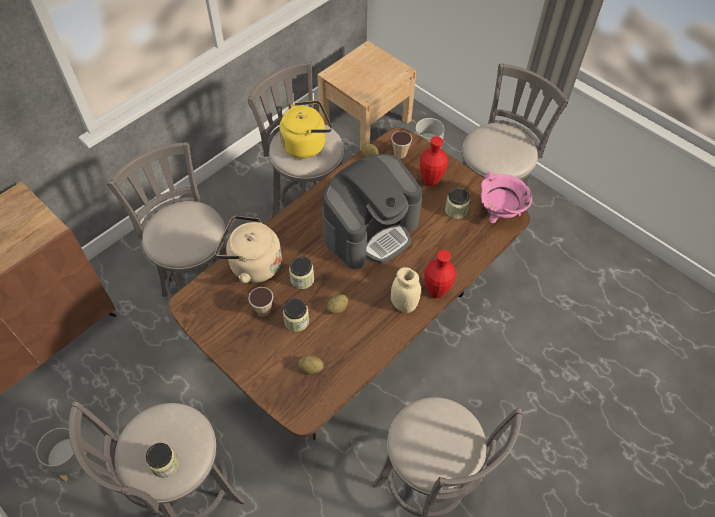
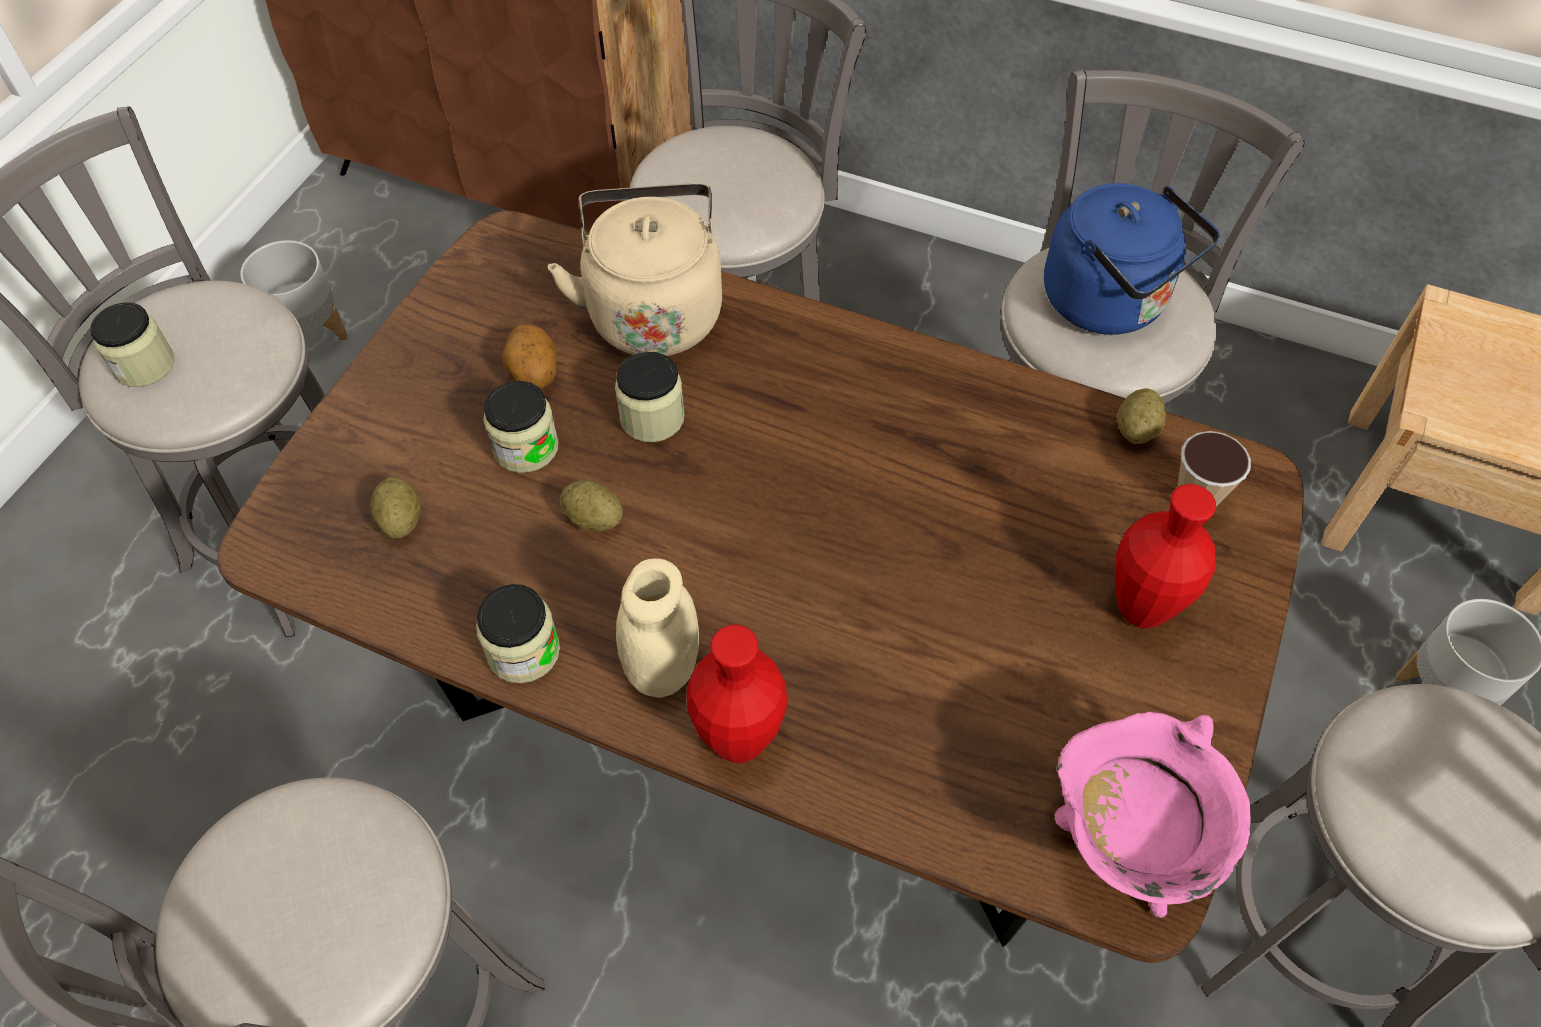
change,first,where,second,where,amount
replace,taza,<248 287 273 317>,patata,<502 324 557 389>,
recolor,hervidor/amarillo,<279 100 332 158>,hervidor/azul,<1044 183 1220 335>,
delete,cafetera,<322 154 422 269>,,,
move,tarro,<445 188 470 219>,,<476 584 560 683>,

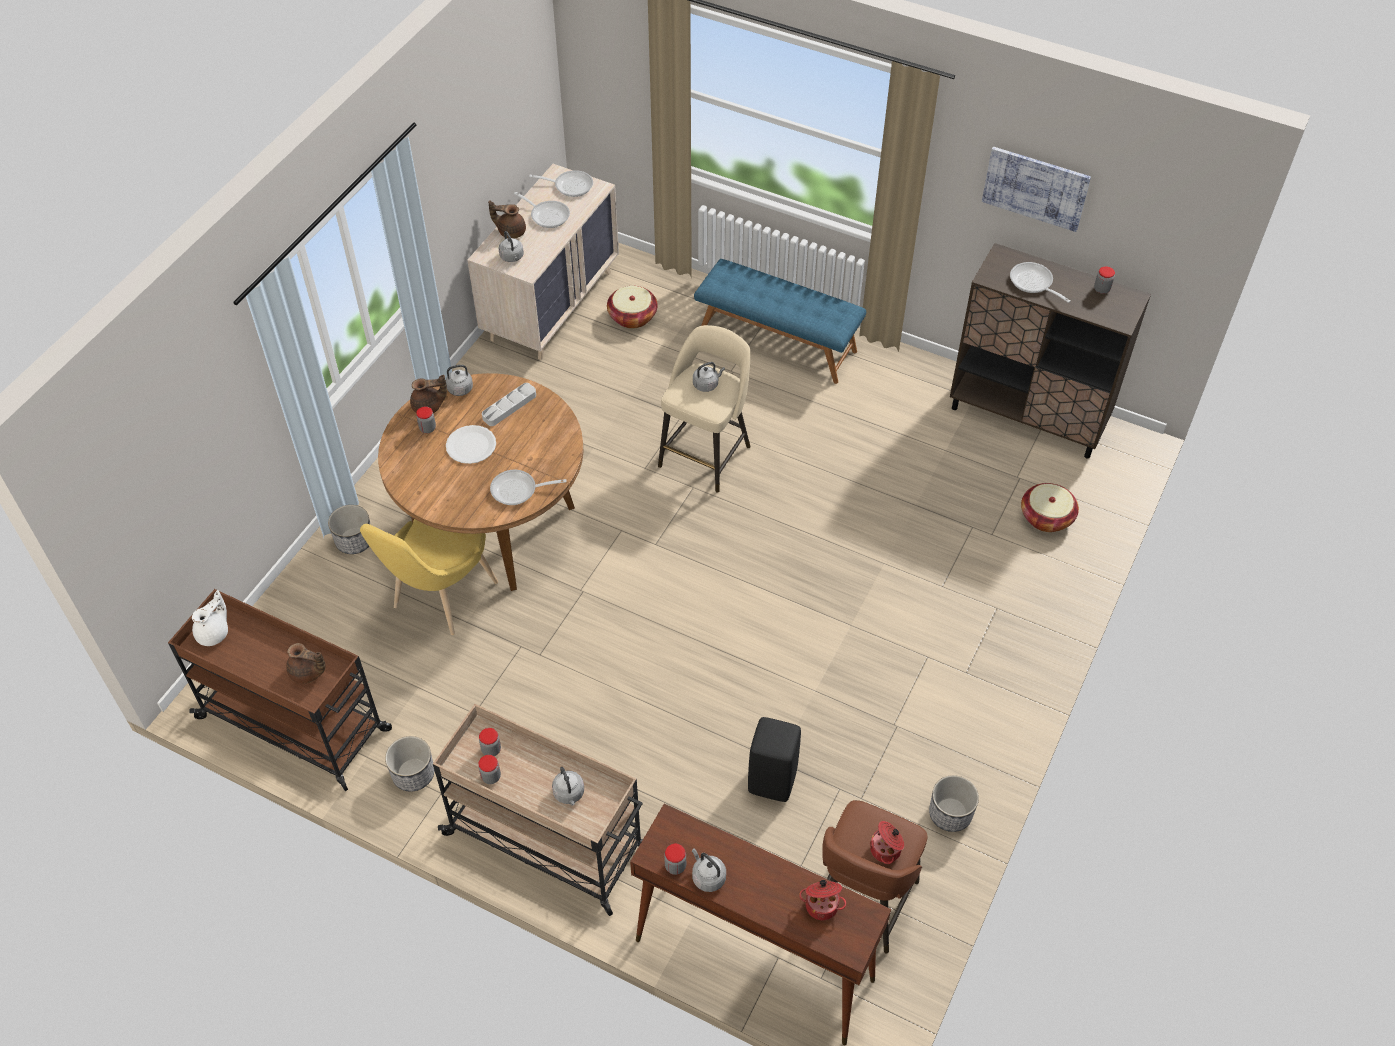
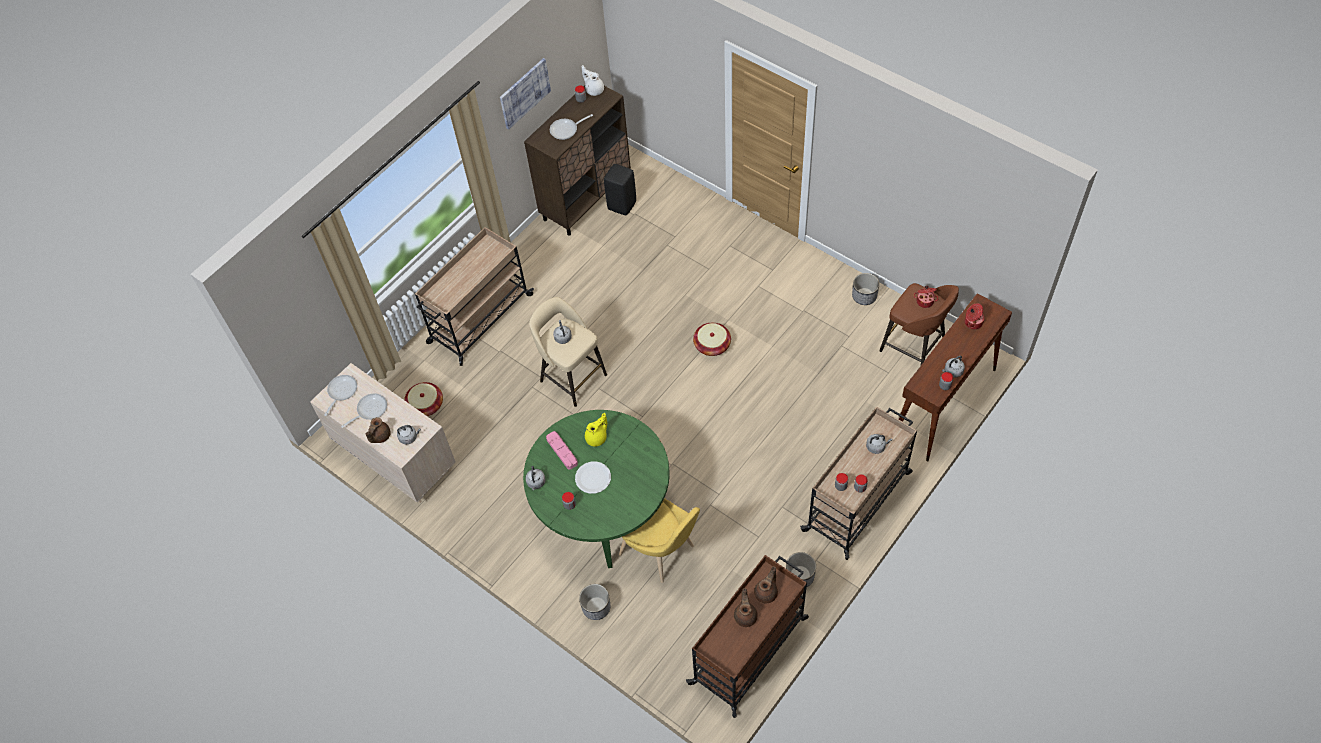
change,first,where,second,where,amount
move,tetera/blanco,<192 590 228 646>,,<582 65 604 96>,
recolor,mesa de comedor/marrón,<378 373 583 591>,mesa de comedor/verde,<523 410 670 568>,
move,tetera/marrón,<410 375 447 413>,,<734 588 757 627>,
recolor,bandeja/gris,<482 383 536 426>,bandeja/rosa,<546 431 578 470>,
delete,sartén,<490 470 566 505>,,,
replace,banco/azul,<694 259 866 384>,carrito/beis,<415 227 534 366>,
move,taburete/negro,<748 717 801 802>,,<604 164 636 215>,
move,cesta,<1021 483 1079 532>,,<693 323 731 356>,
insert,,,tetera/amarillo,<585 413 607 447>,

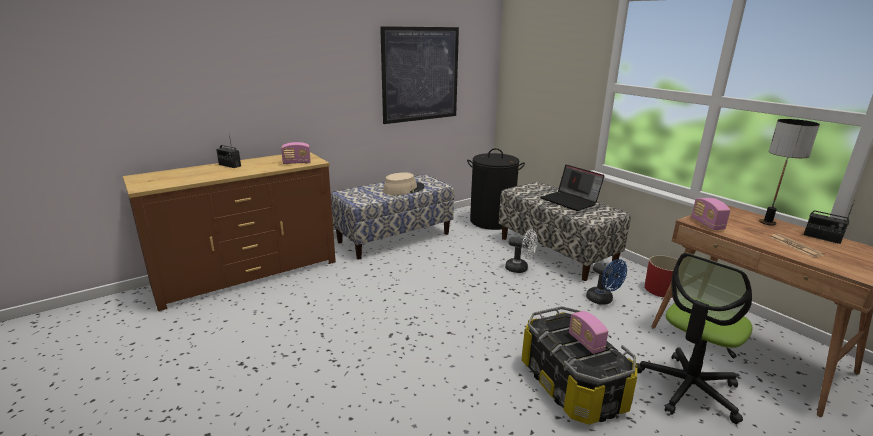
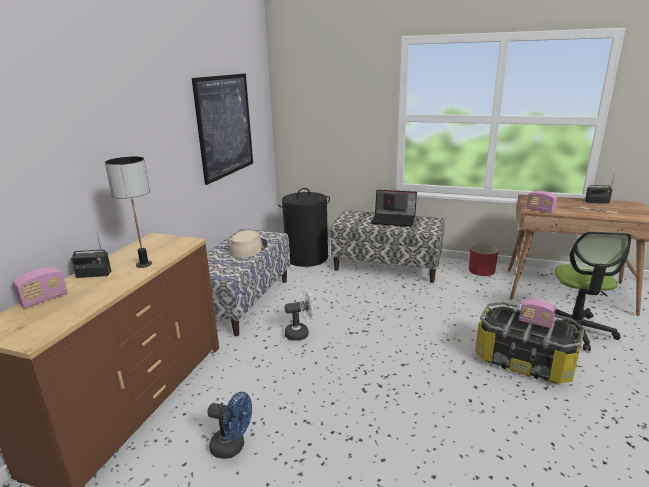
change,first,where,second,where,amount
move,radio,<281 142 311 164>,,<12 267 68 308>,
move,ventilador/blanco,<505 230 537 273>,,<285 290 315 341>,
move,ventilador/azul,<586 259 627 305>,,<207 392 252 459>,
move,lámpara de mesa,<759 119 820 226>,,<105 157 152 268>,

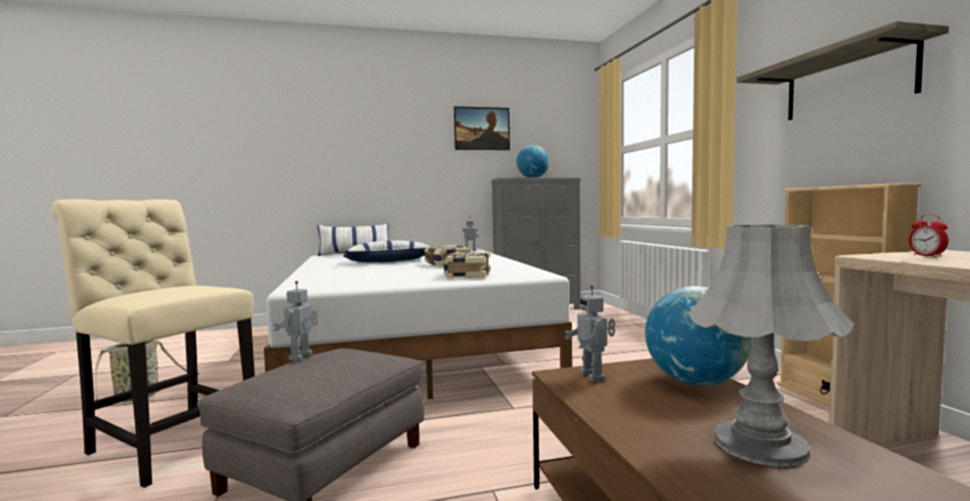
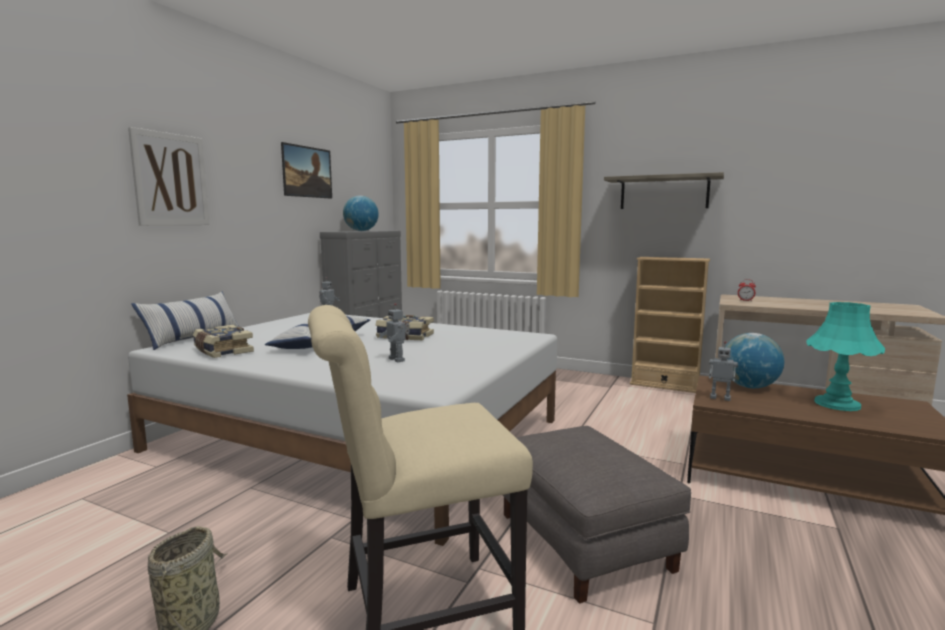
change,first,where,second,where,amount
move,robot de juguete,<273 281 318 361>,,<379 303 410 362>,
move,libro,<443 252 491 278>,,<193 325 254 358>,
recolor,lámpara de mesa/gris,<688 224 854 467>,lámpara de mesa/turquesa,<807 302 885 411>,
insert,,,cuadro,<128 127 210 225>,

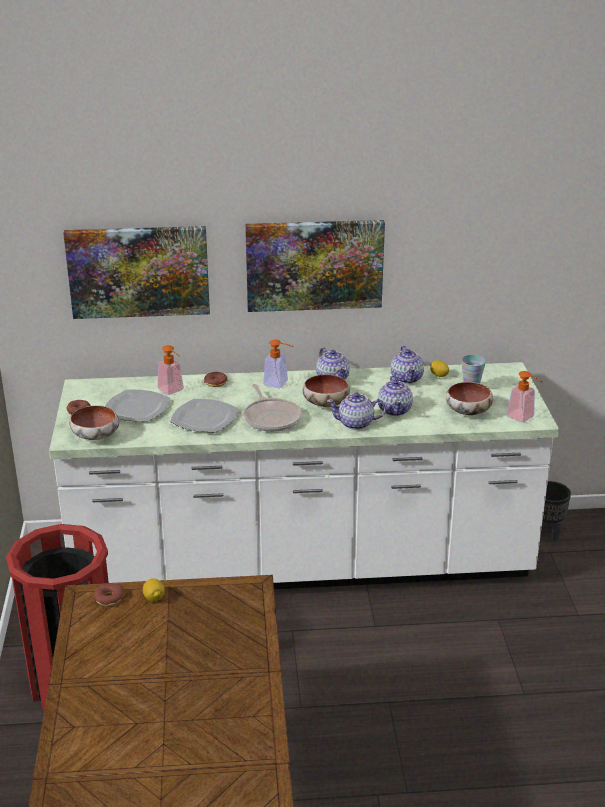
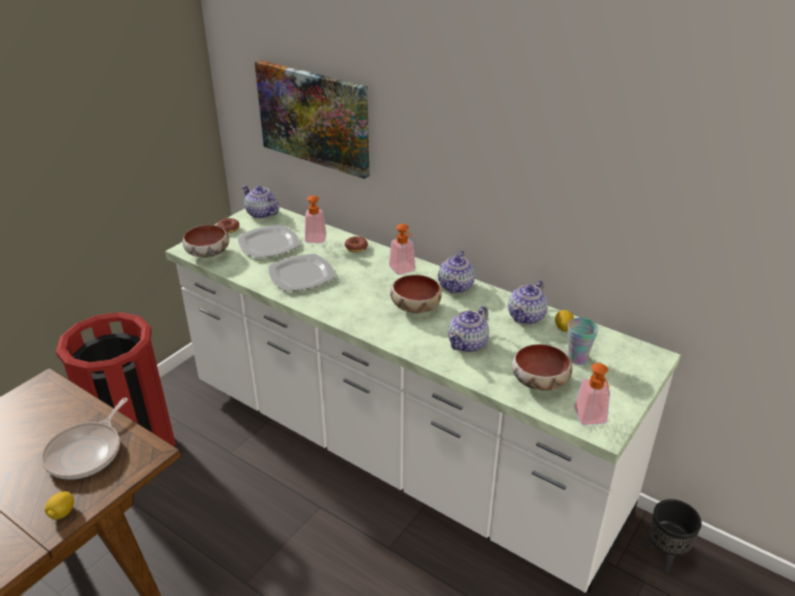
change,first,where,second,where,amount
delete,rosquilla,<94 583 124 606>,,,
move,limón,<143 578 165 601>,,<45 491 74 520>,
move,sartén,<244 384 302 432>,,<41 398 128 480>,
delete,cuadro,<245 220 385 312>,,,
move,tetera,<327 393 386 430>,,<242 185 279 219>,

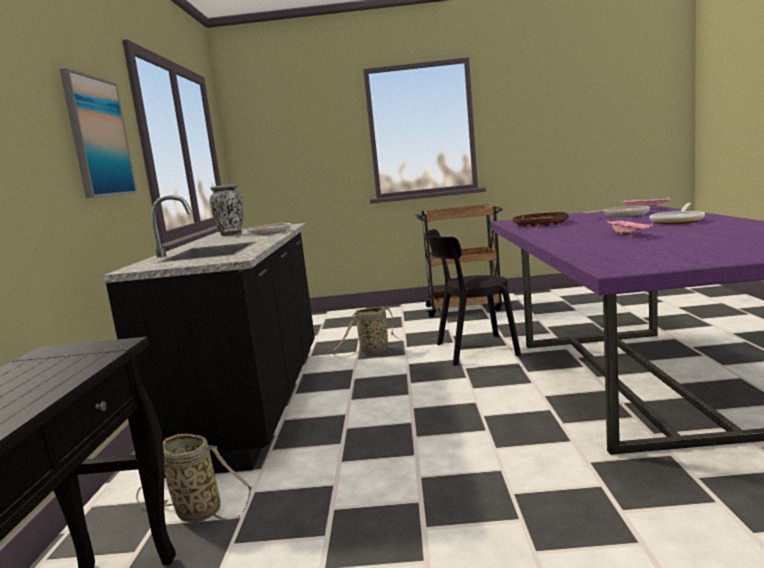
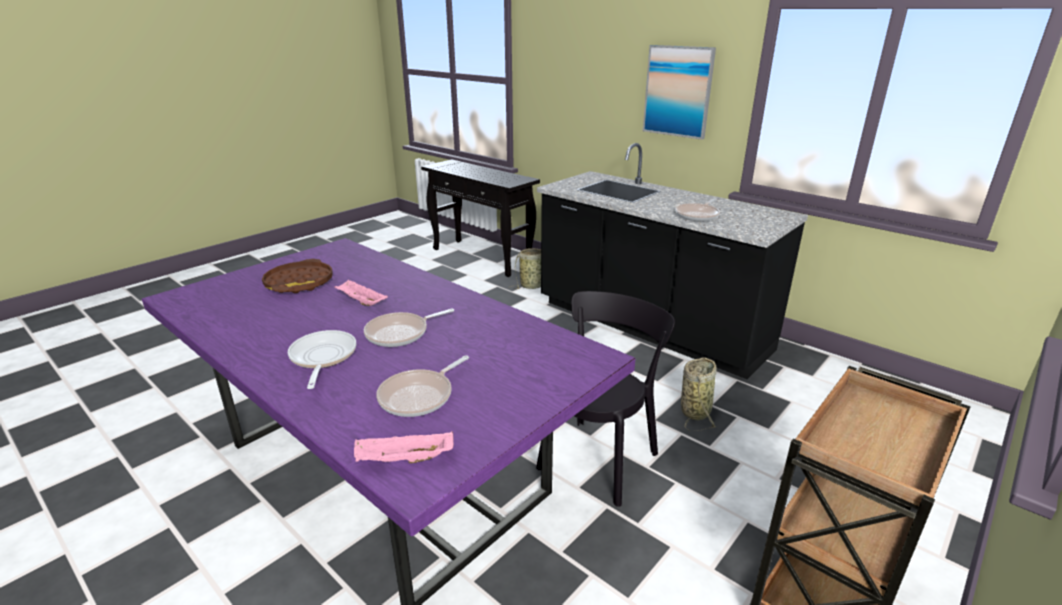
change,first,where,second,where,amount
delete,florero,<209 184 243 236>,,,
move,bandeja/marrón,<513 212 569 227>,,<262 259 333 293>,
insert,,,sartén,<364 309 454 347>,

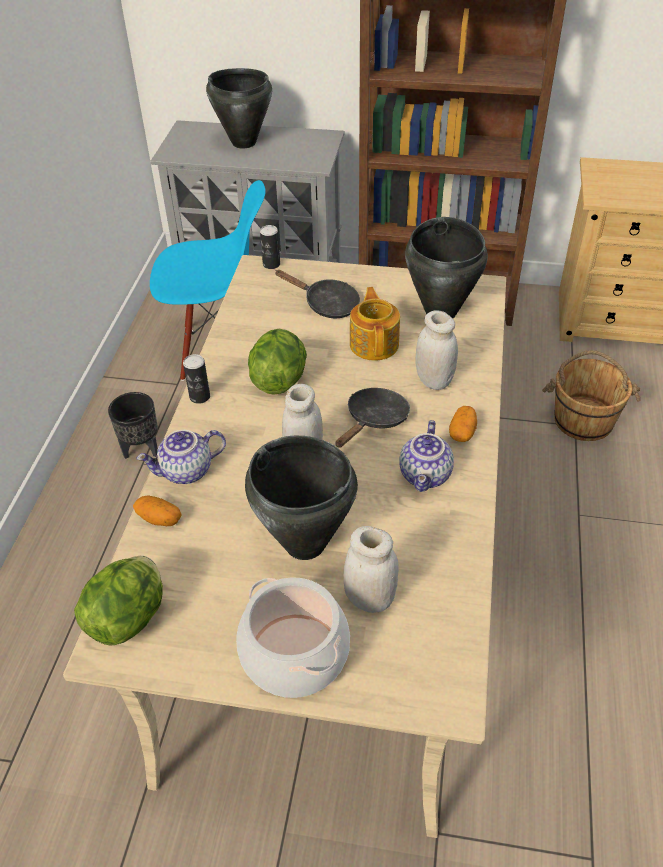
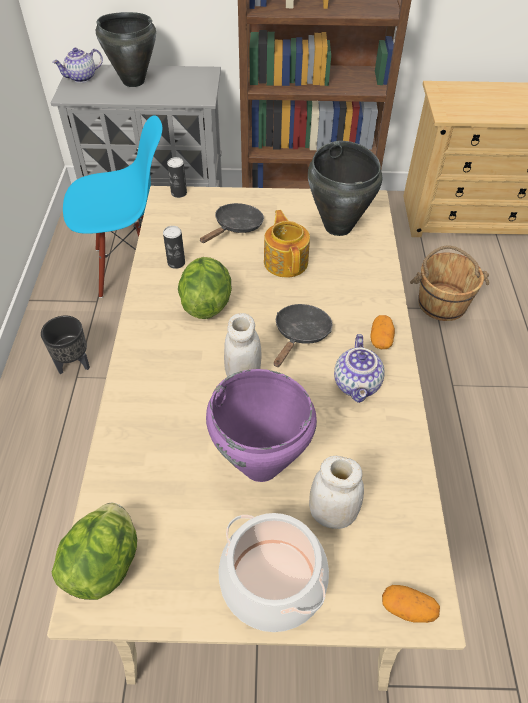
change,first,where,second,where,amount
move,patata,<133 495 182 526>,,<382 585 440 623>,
move,tetera,<137 430 226 484>,,<52 48 103 83>,
move,lata,<183 354 210 404>,,<163 226 185 269>,
recolor,olla/negro,<245 436 358 560>,olla/morado,<206 369 317 482>,
rotate,sartén/negro,<275 270 360 318>,,<200 203 264 243>,75 degrees counterclockwise
delete,tarro/blanco,<416 310 458 390>,,,

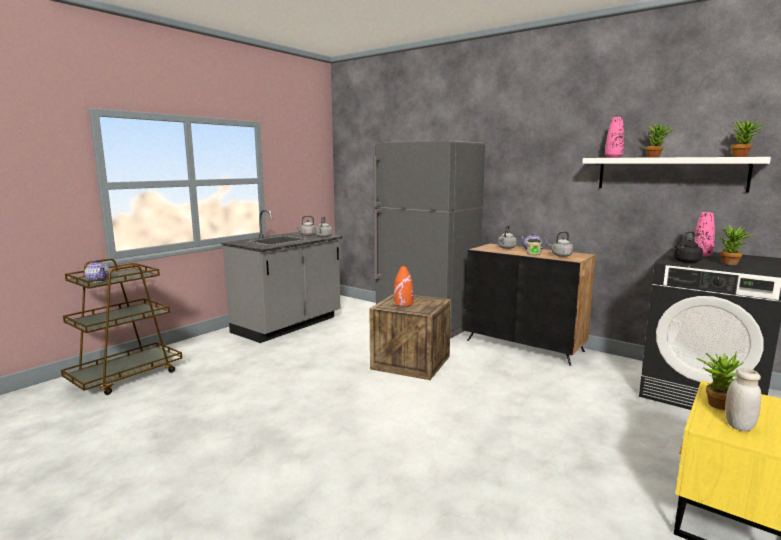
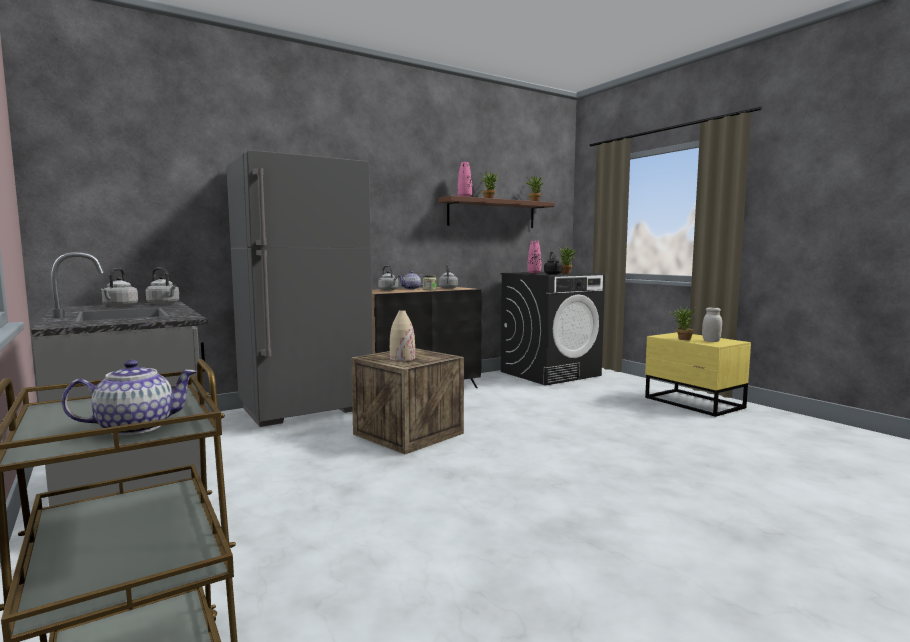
change,first,where,second,where,amount
recolor,florero/naranja,<394 266 413 306>,florero/beis,<390 310 415 361>,
recolor,estante/blanco,<582 157 771 193>,estante/marrón,<438 196 554 228>,

